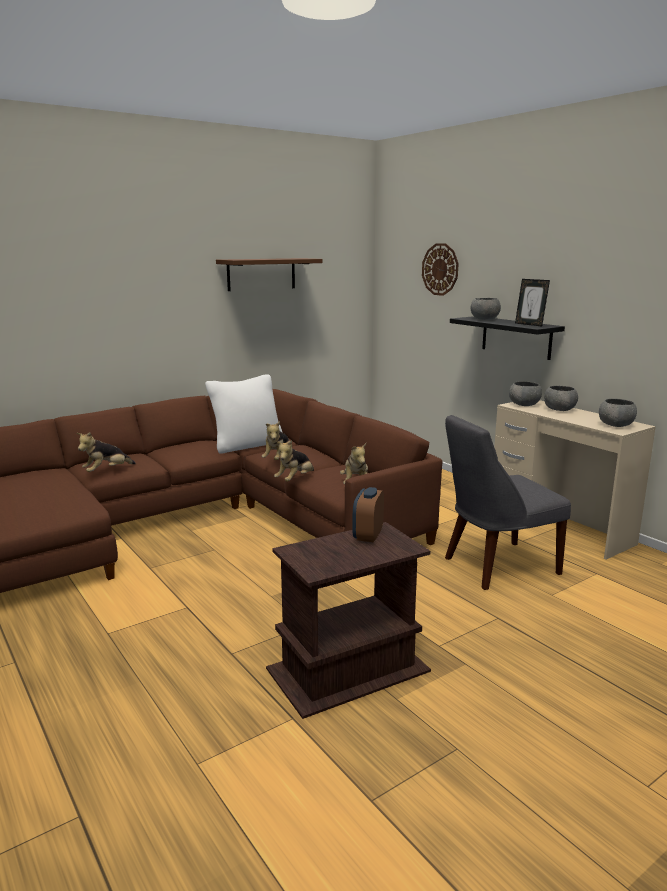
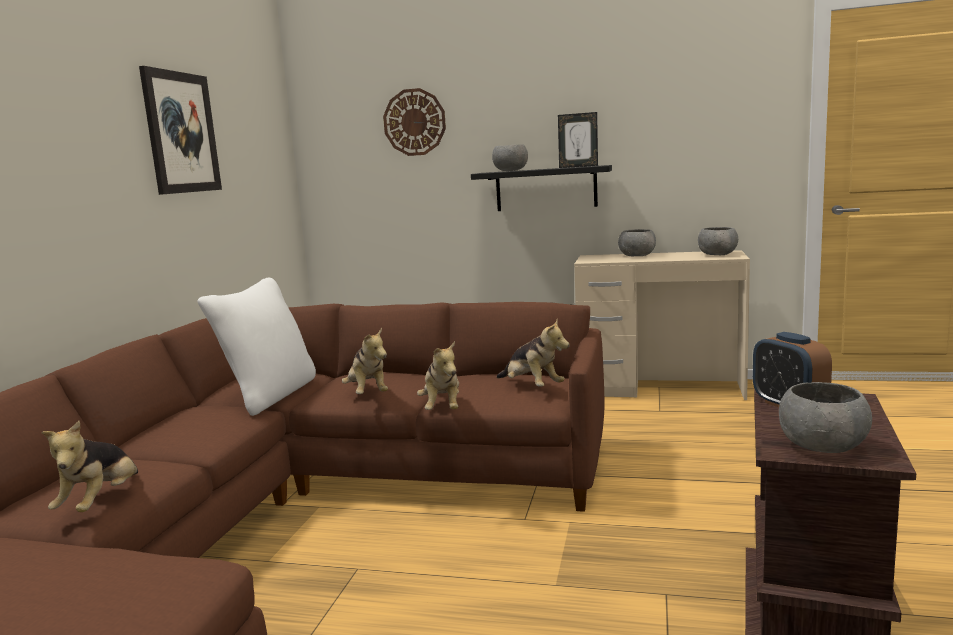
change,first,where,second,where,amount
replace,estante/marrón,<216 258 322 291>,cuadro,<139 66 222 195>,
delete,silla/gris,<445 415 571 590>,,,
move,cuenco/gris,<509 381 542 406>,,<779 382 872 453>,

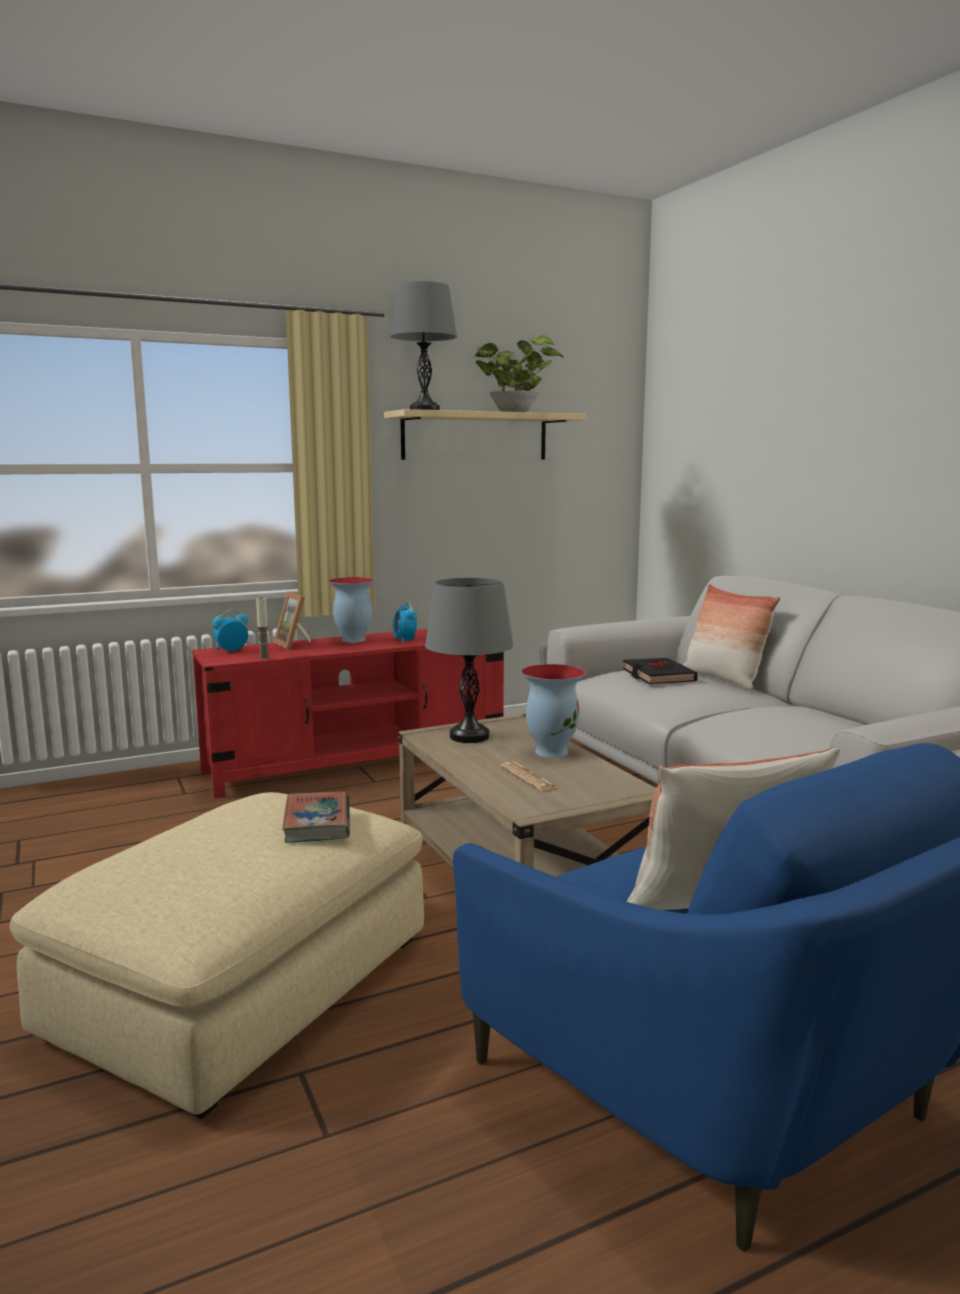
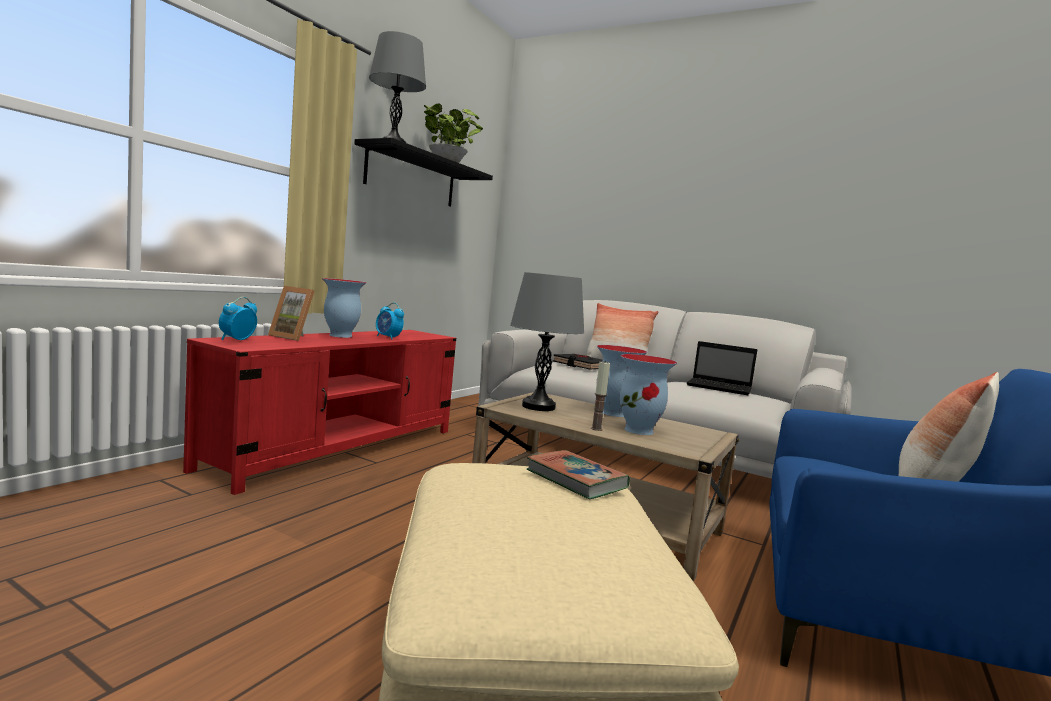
change,first,where,second,where,amount
move,vela,<256 598 270 659>,,<591 362 610 431>,
recolor,estante/beis,<384 409 587 460>,estante/negro,<354 138 493 206>,
replace,periódico,<500 761 558 791>,florero,<620 354 677 435>,
insert,,,portátil,<687 341 757 395>,

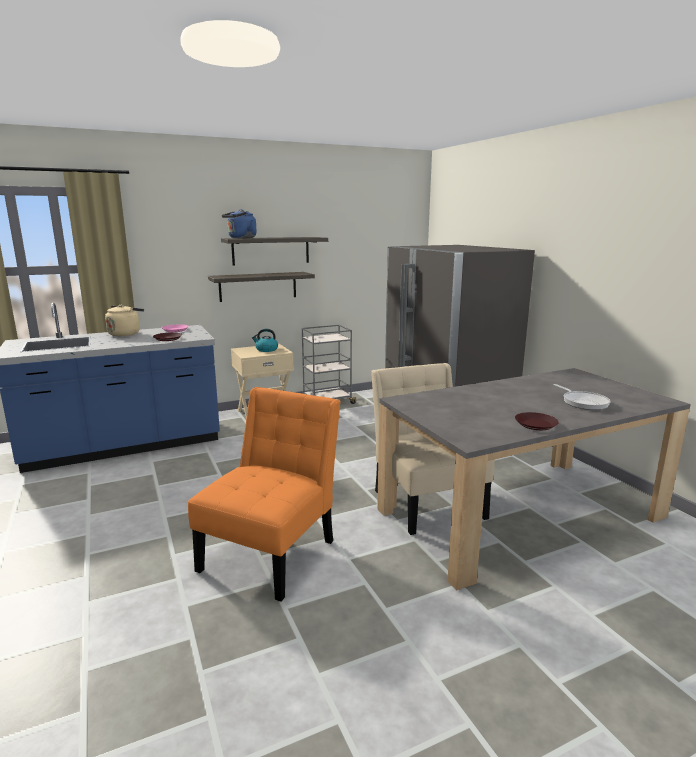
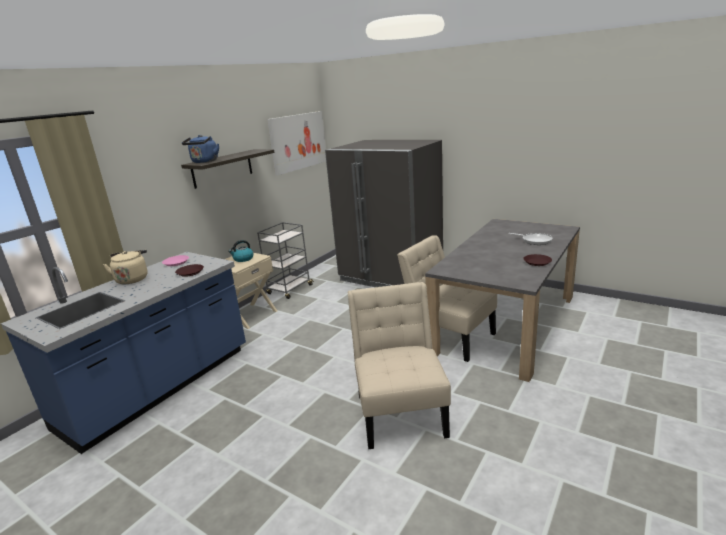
change,first,where,second,where,amount
recolor,silla/naranja,<188 387 341 602>,silla/beis,<348 282 451 449>,
delete,estante,<208 272 315 302>,,,
insert,,,cuadro,<267 111 326 176>,

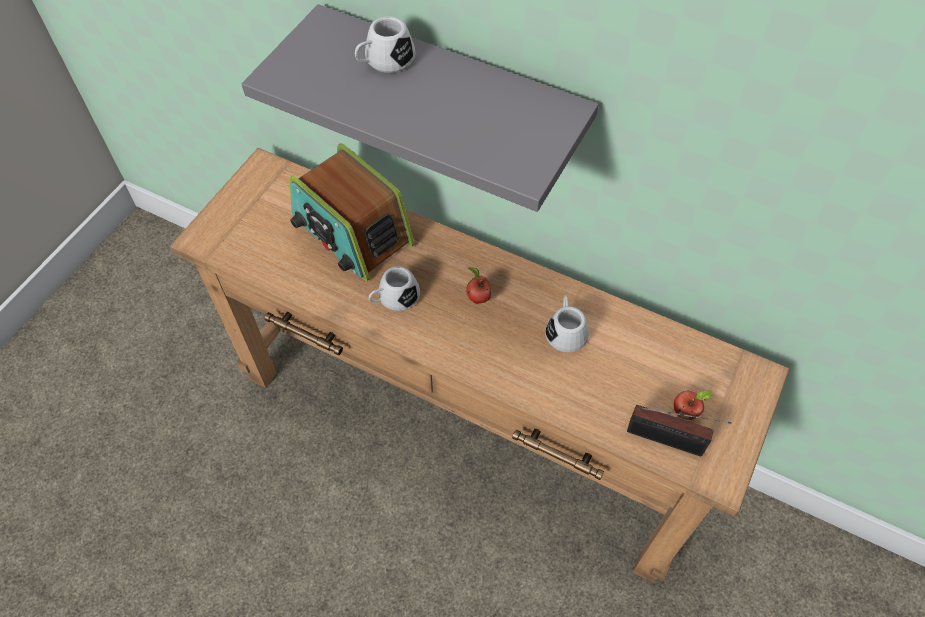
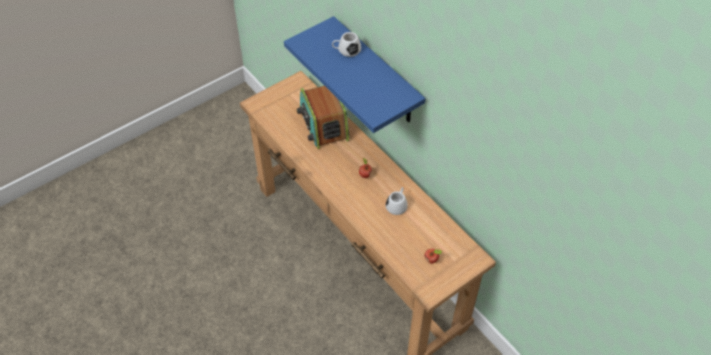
change,first,where,second,where,amount
recolor,estante/gris,<242 4 599 212>,estante/azul,<284 16 426 133>,
delete,taza grande/blanco,<369 266 420 311>,,,
delete,radio,<627 405 731 456>,,,

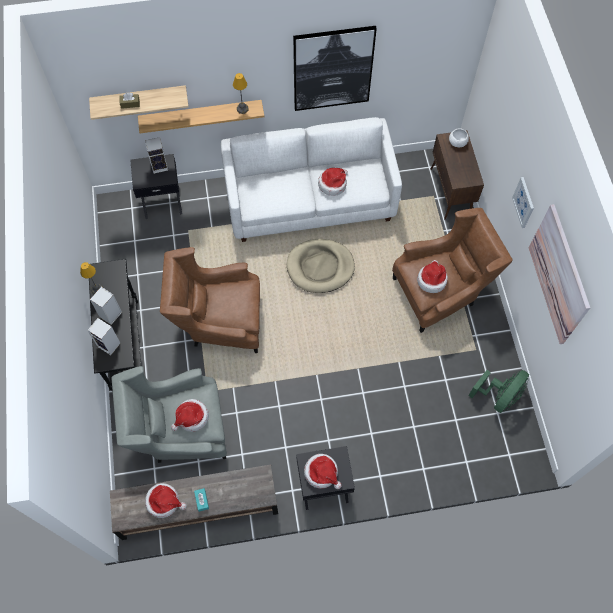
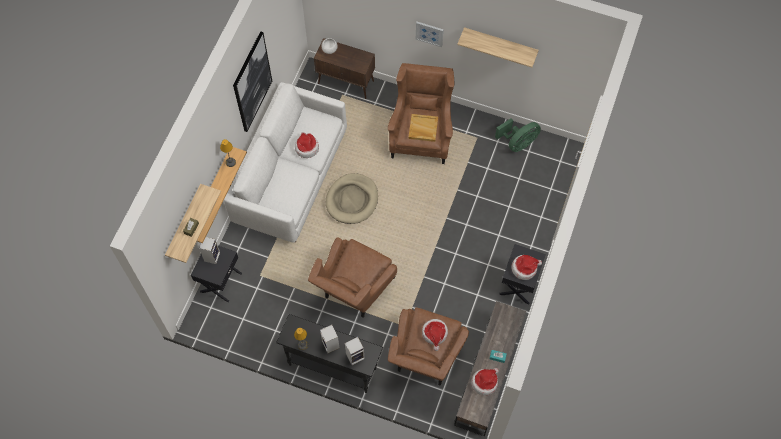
change,first,where,second,where,amount
recolor,sillón/gris,<112 366 227 463>,sillón/marrón,<388 308 469 386>,
replace,sombrero,<417 260 448 293>,bandeja/beis,<408 114 438 142>,
rotate,ventilador/verde,<468 370 529 413>,,<495 118 541 152>,75 degrees clockwise
replace,cuadro,<529 204 590 344>,estante,<457 27 539 68>,

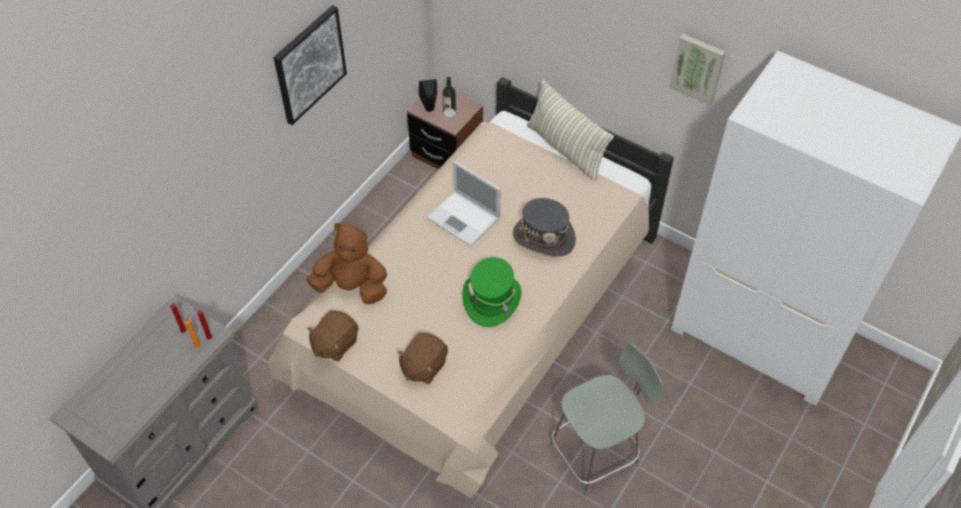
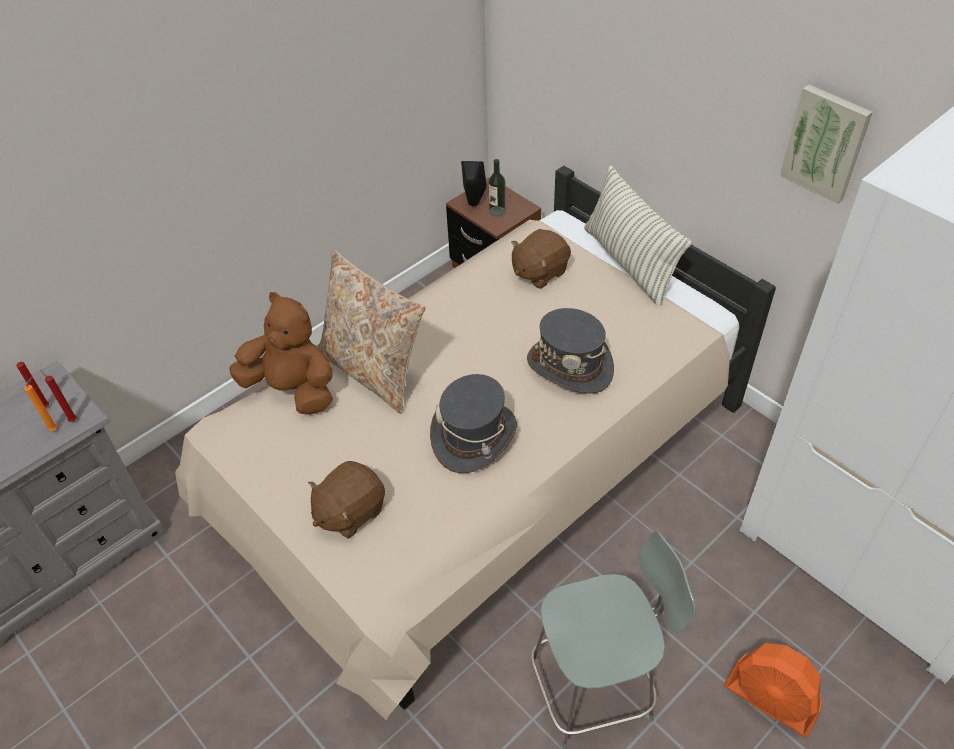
change,first,where,second,where,amount
delete,cuadro,<274 5 347 125>,,,
move,peluche/marrón,<307 310 358 362>,,<511 229 571 289>,
delete,portátil,<427 161 501 247>,,,
recolor,sombrero/verde,<462 257 522 327>,sombrero/gris,<430 374 517 473>,
insert,,,cojín/beis,<318 250 425 414>,
insert,,,ventilador/naranja,<724 643 822 738>,

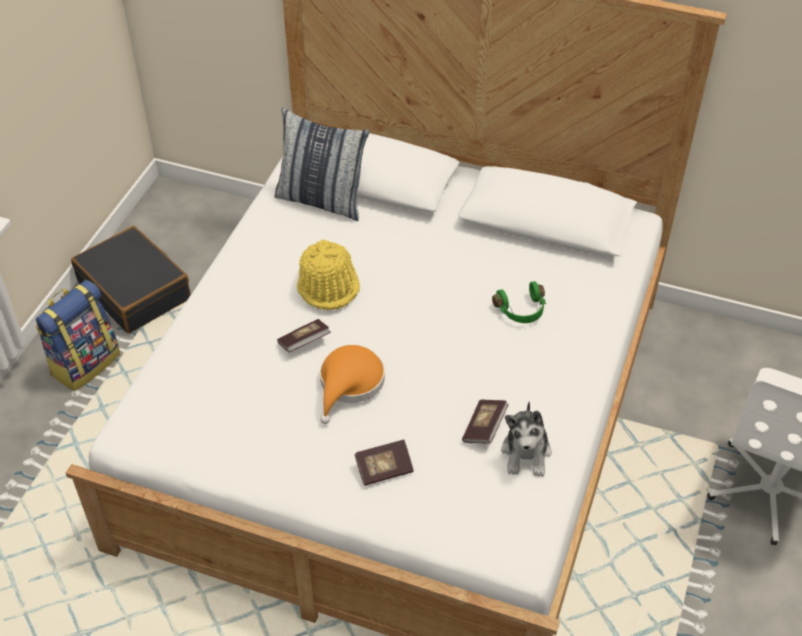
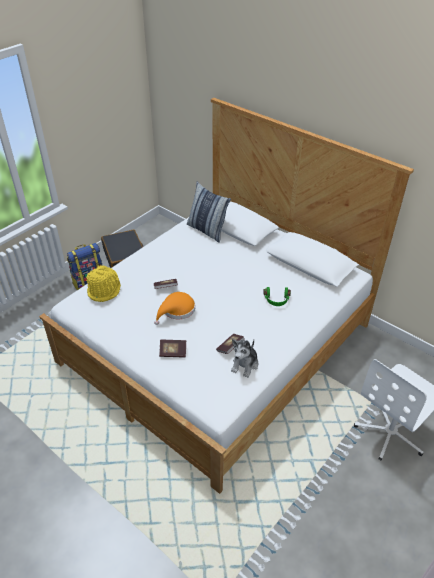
change,first,where,second,where,amount
move,sombrero/amarillo,<297 240 360 310>,,<86 265 121 302>,

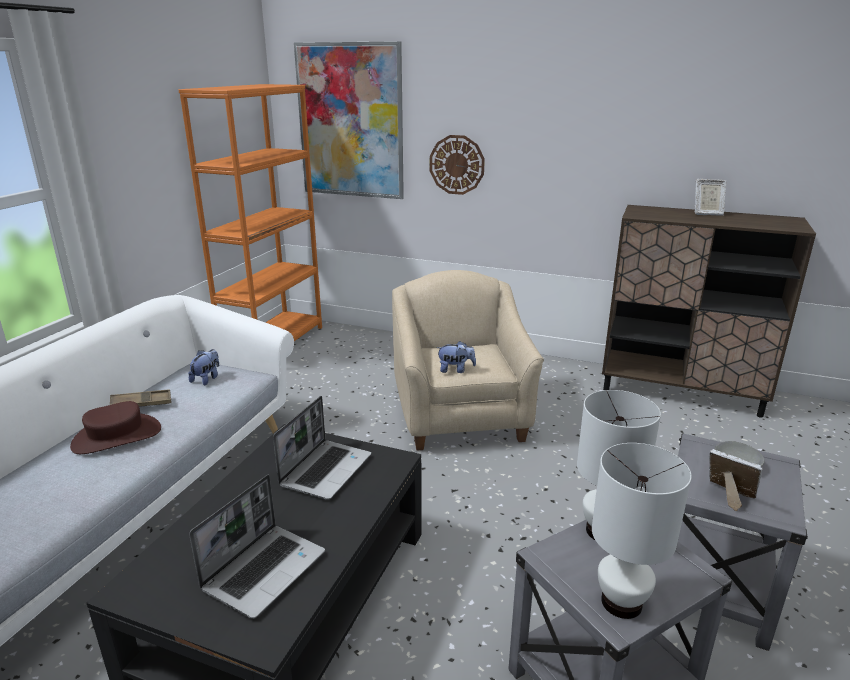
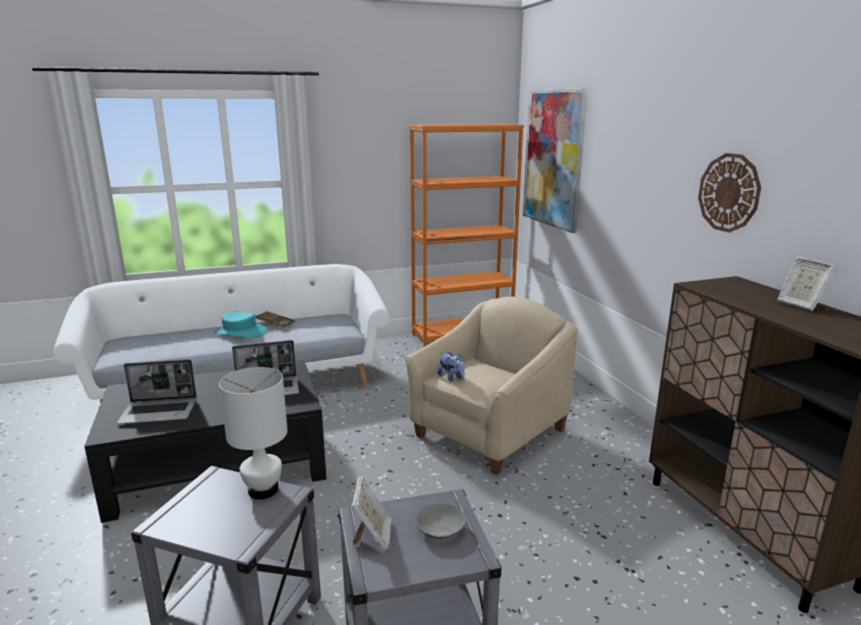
change,first,where,second,where,amount
recolor,sombrero/marrón,<70 401 161 454>,sombrero/turquesa,<215 312 266 338>,
delete,peluche,<188 349 219 385>,,,
move,reloj de pared,<430 135 485 195>,,<698 153 761 233>,
delete,lámpara de mesa/blanco,<592 443 692 619>,,,

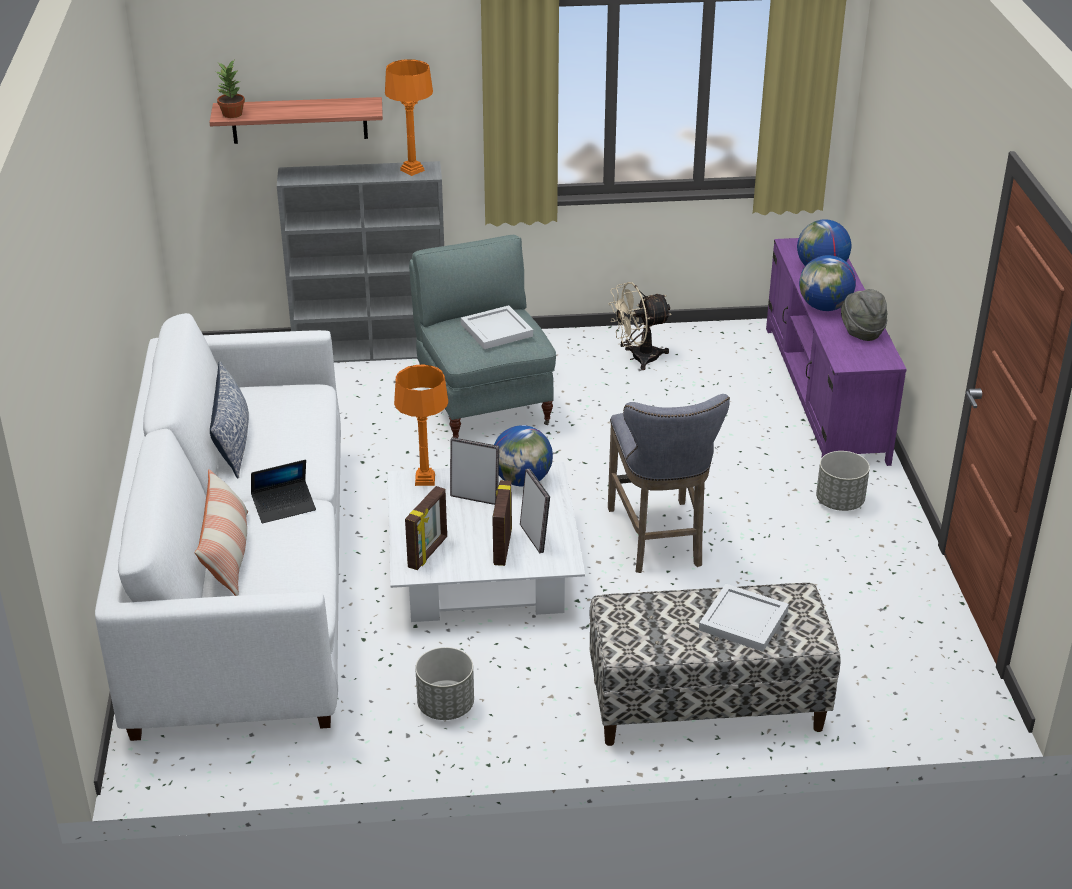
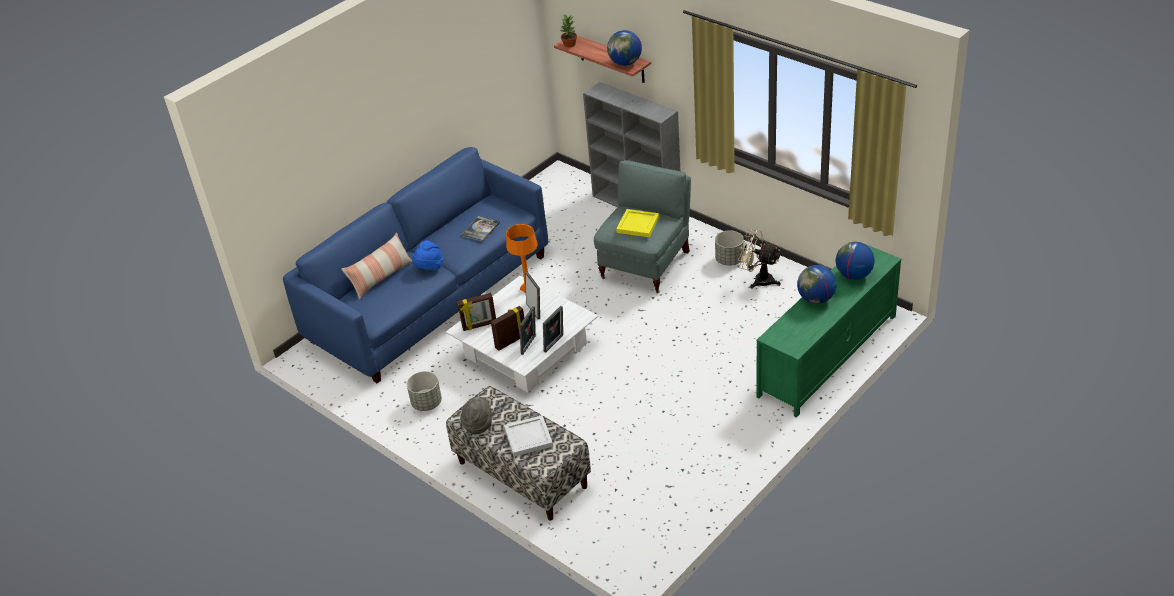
change,first,where,second,where,amount
recolor,sofá/blanco,<95 313 341 741>,sofá/azul,<283 147 548 383>,
delete,cojín,<210 361 249 478>,,,
replace,portátil,<251 460 316 523>,sombrero/azul,<412 240 443 269>,
delete,lámpara de mesa/naranja,<385 59 433 176>,,,
recolor,bandeja/blanco,<461 305 533 349>,bandeja/amarillo,<616 209 659 237>,
move,globo terráqueo,<494 425 553 487>,,<607 30 642 66>,
delete,taburete/gris,<608 394 730 573>,,,
recolor,mueble de televisión/morado,<766 238 907 466>,mueble de televisión/verde,<756 245 901 417>,
move,maceta/gris,<816 451 870 511>,,<715 230 744 266>,
move,sombrero/gris,<841 289 887 341>,,<460 397 492 434>,
insert,,,libro,<462 216 500 242>,
insert,,,portarretratos,<543 306 563 353>,

